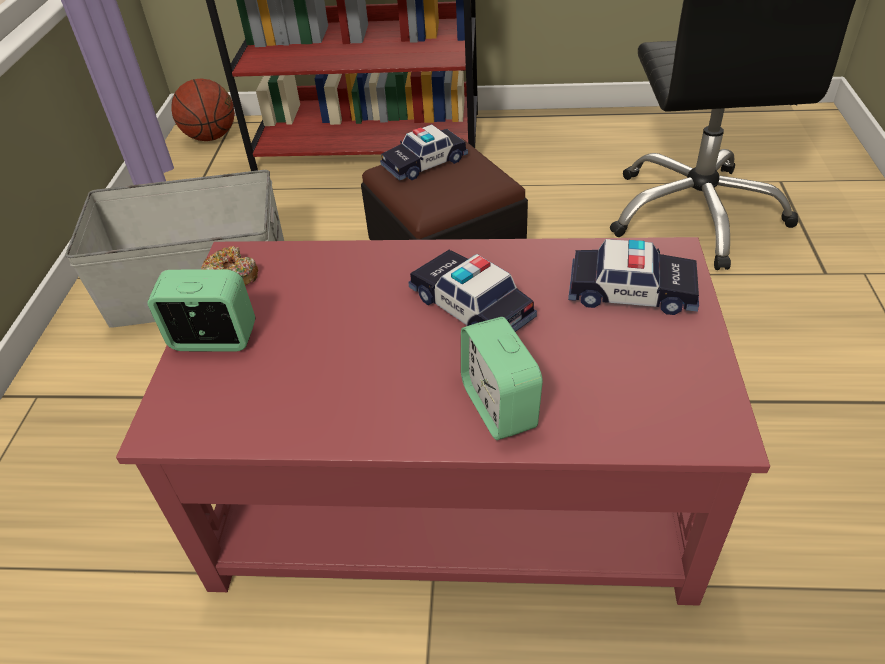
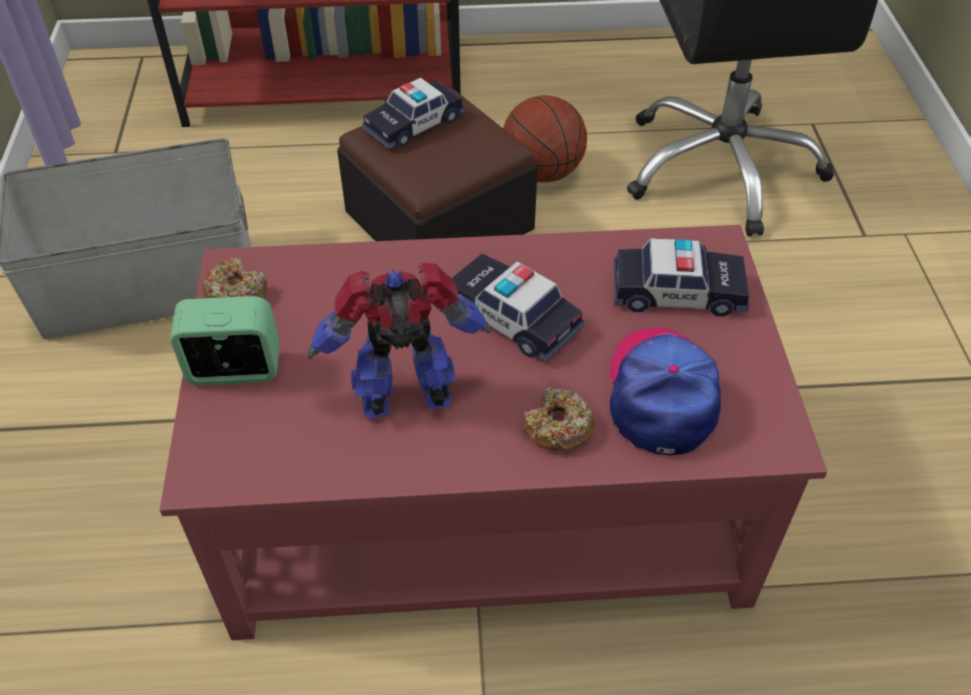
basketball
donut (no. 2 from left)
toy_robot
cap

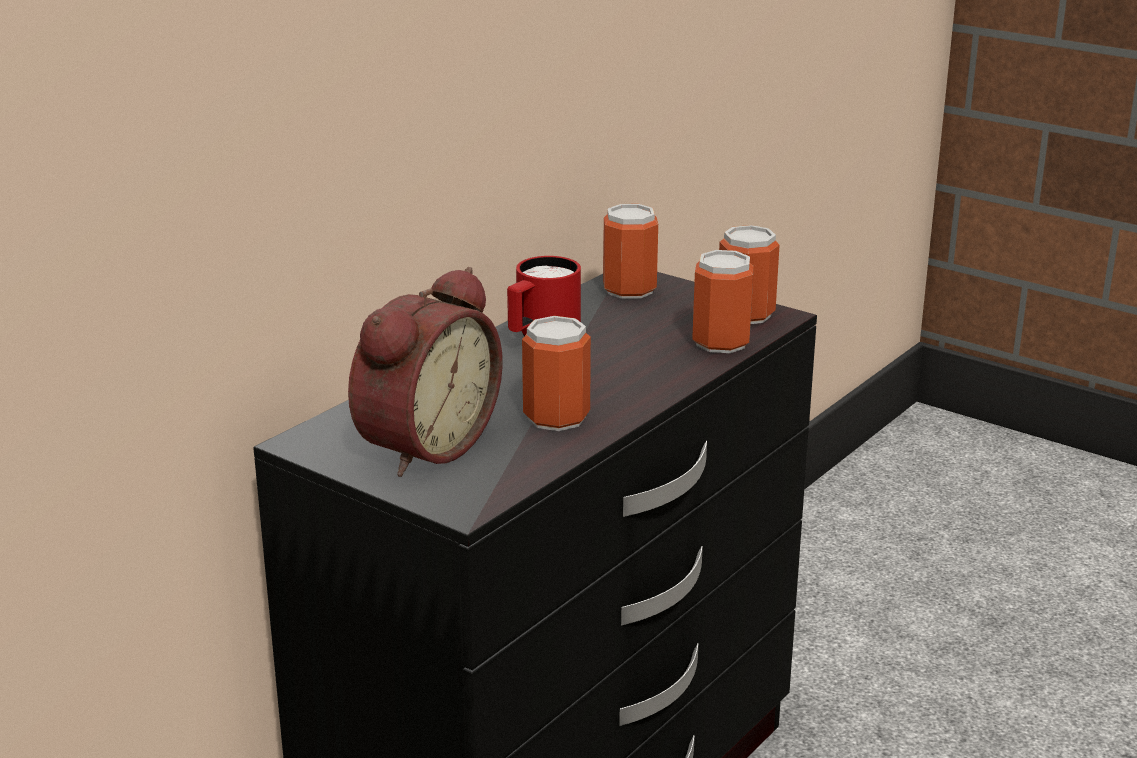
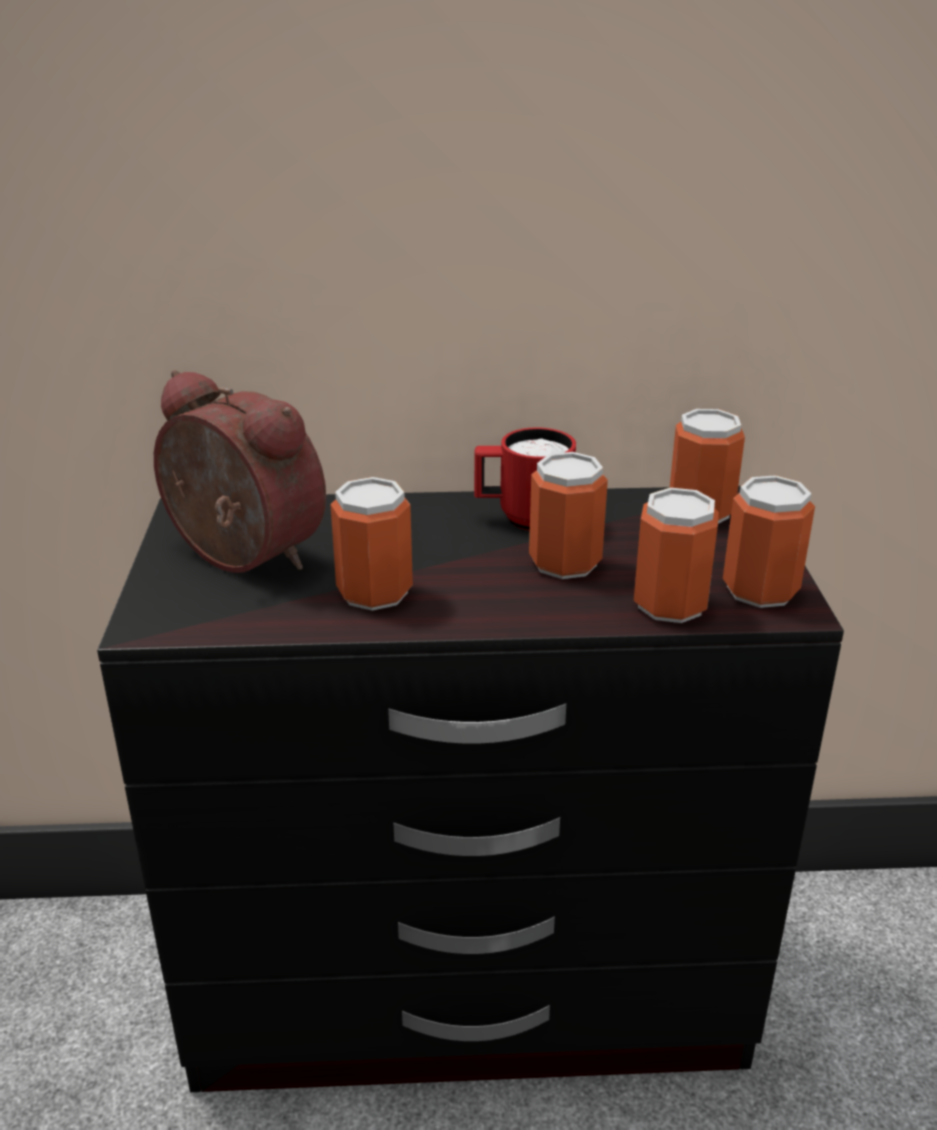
alarm_clock
can (no. 2 from left)

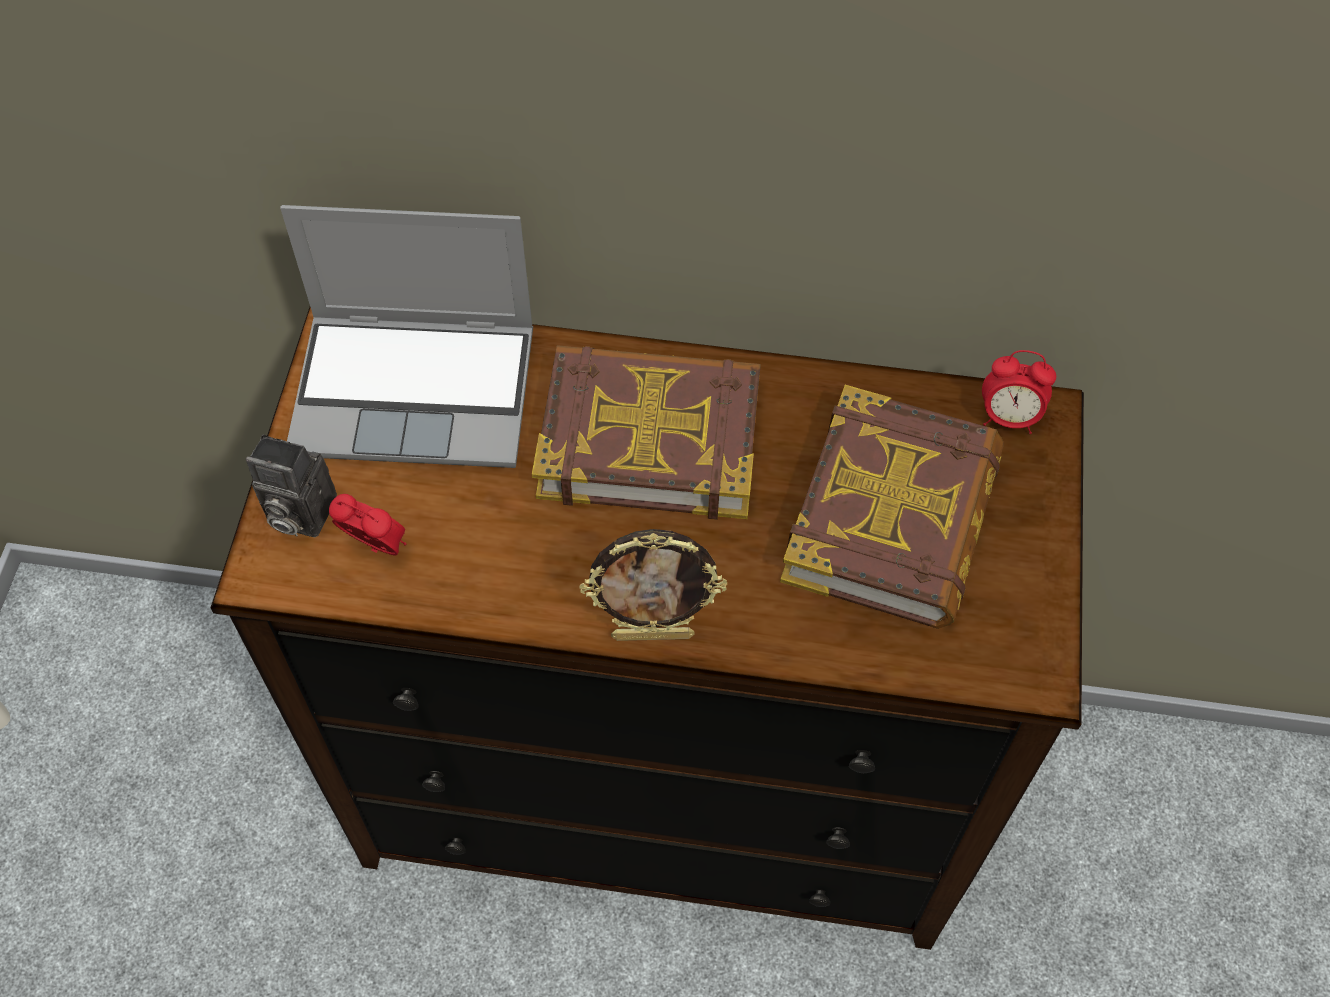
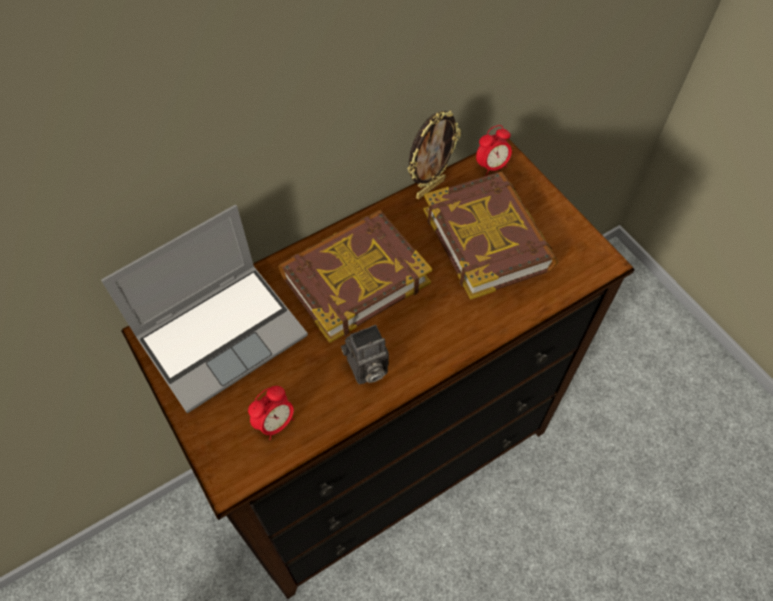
photo_camera
alarm_clock (no. 1 from left)
picture_frame

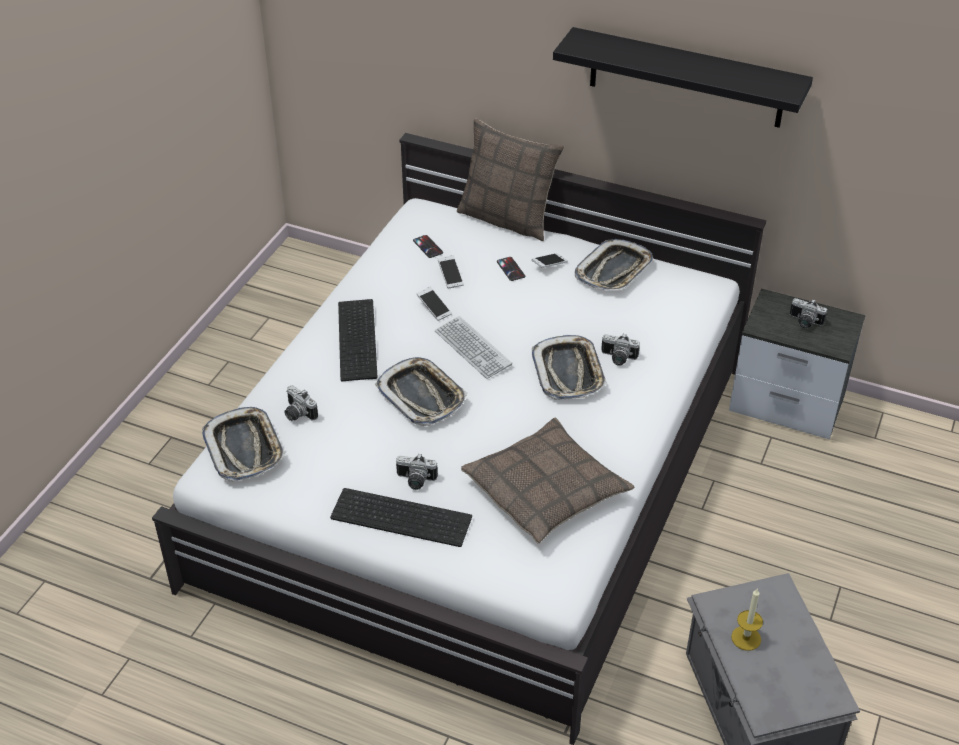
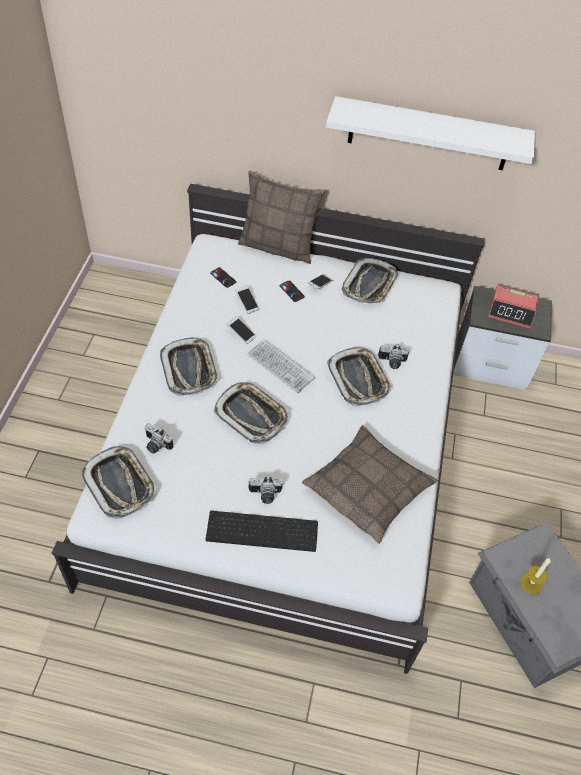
white_shelf
alarm_clock
tray (no. 2 from left)

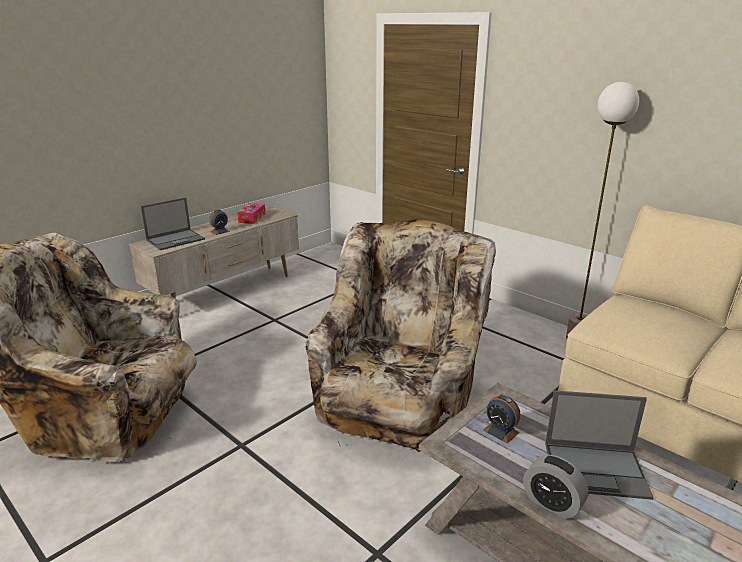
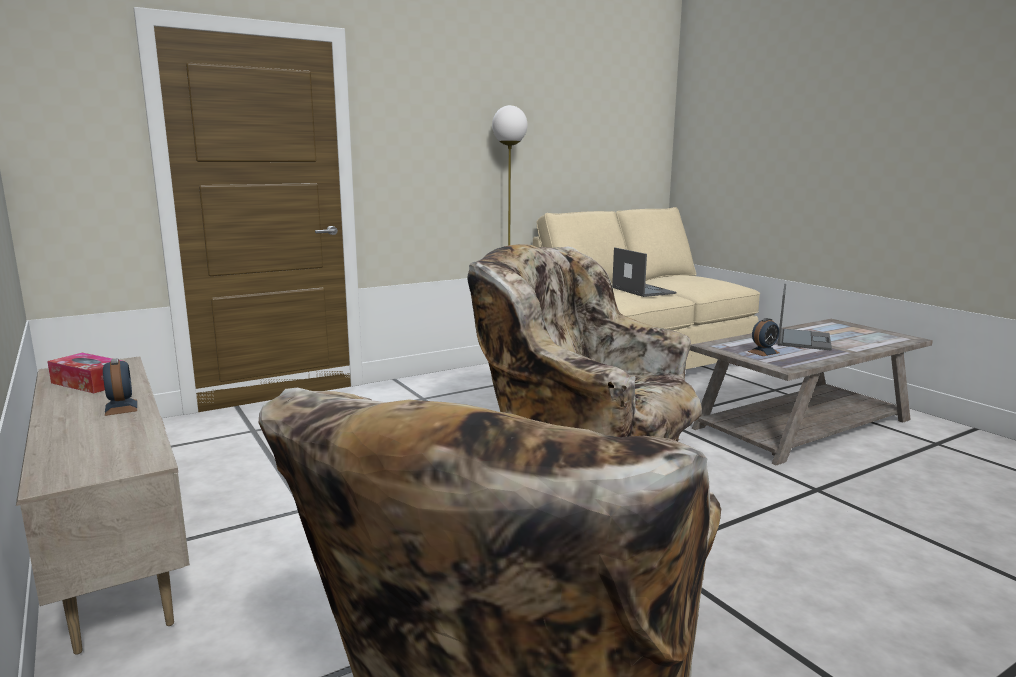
laptop (no. 1 from left)
alarm_clock (no. 3 from left in the first image)

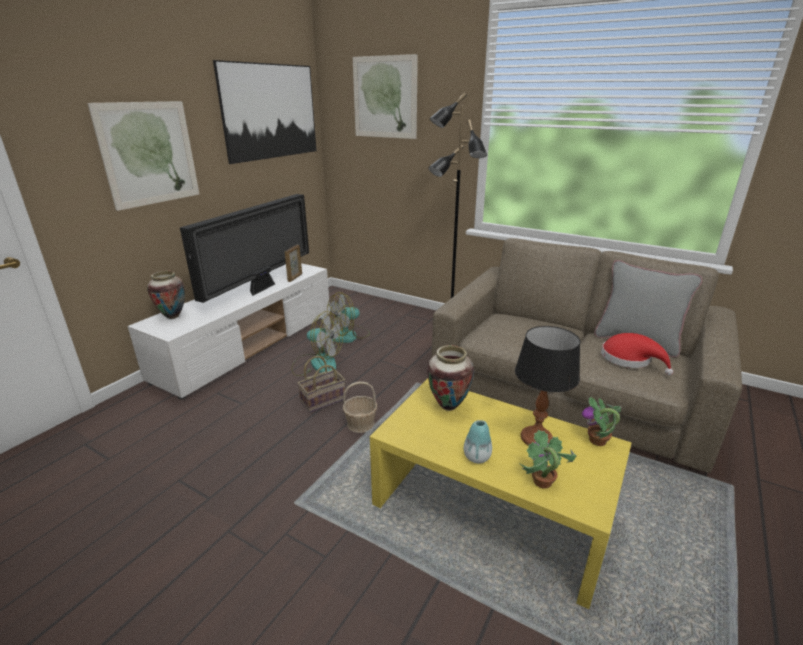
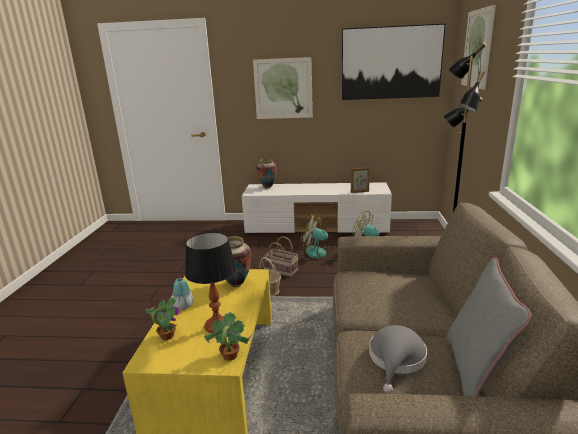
television
fan (no. 1 from left)
grey_hat

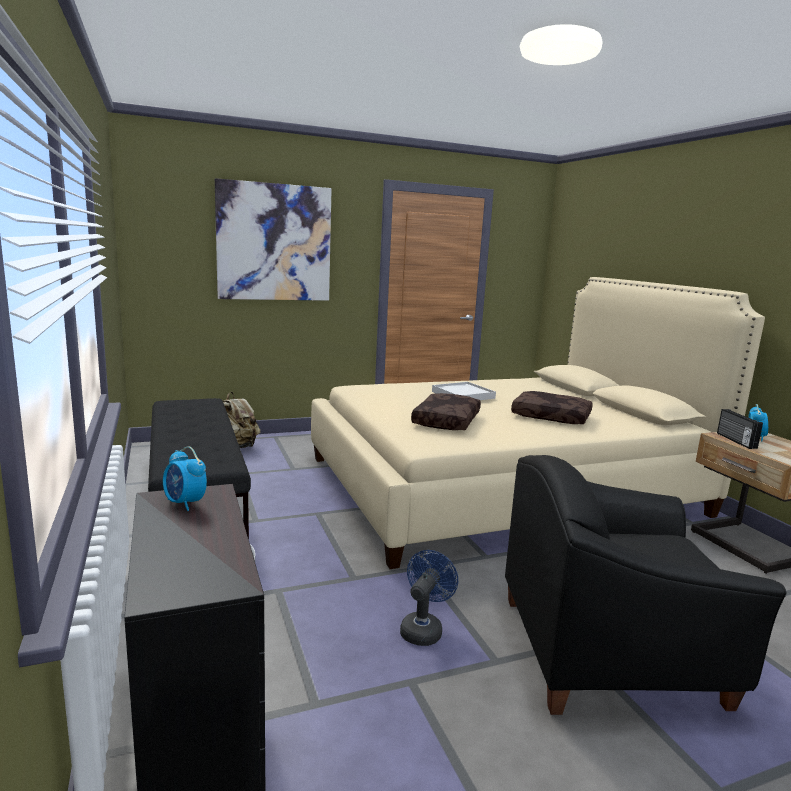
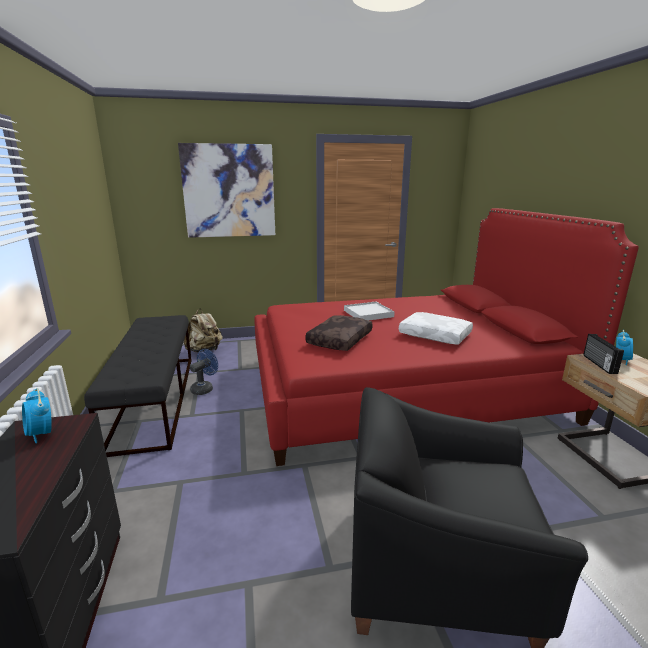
red_bed
white_pillow
blue_fan

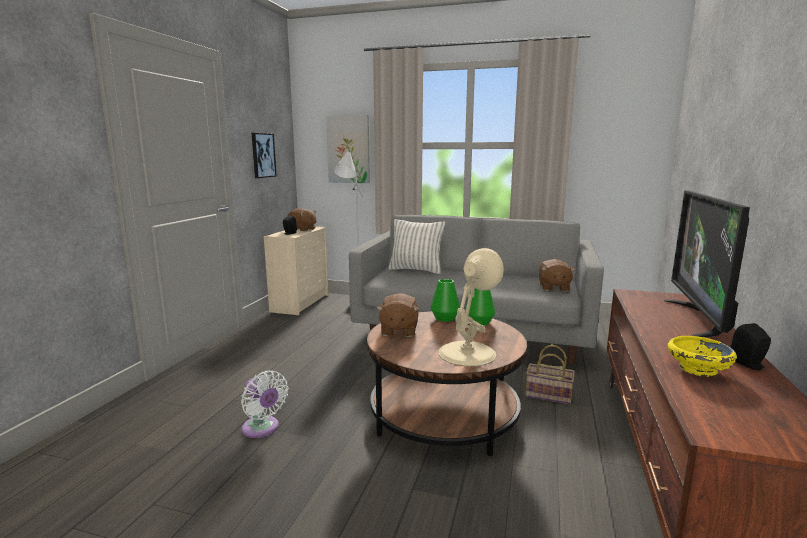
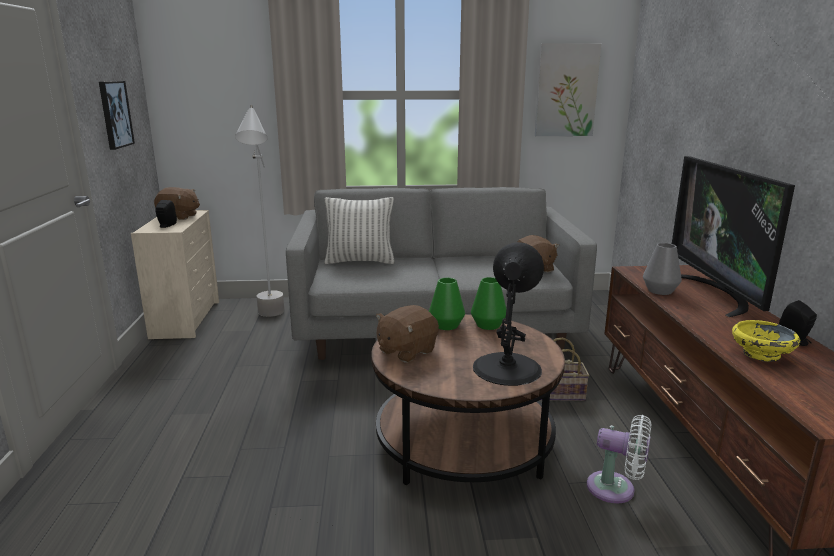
picture (no. 2 from left)
black_table_lamp
brown_plush_toy (no. 2 from left)
white_fan
grey_vase

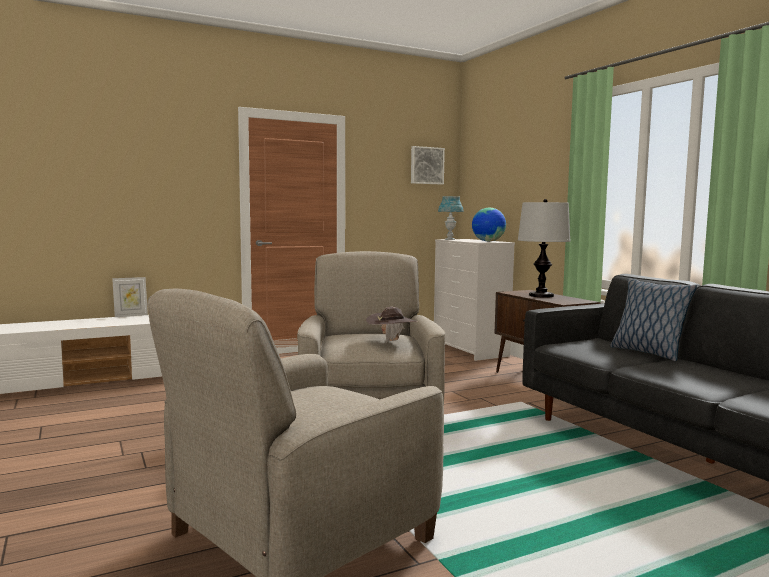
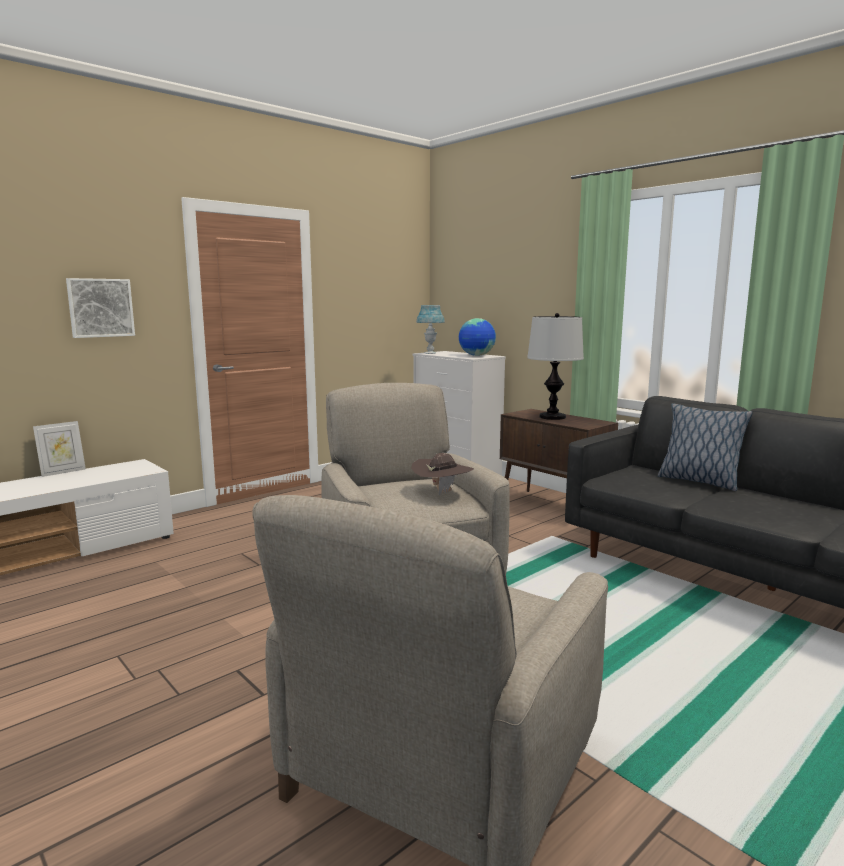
picture

